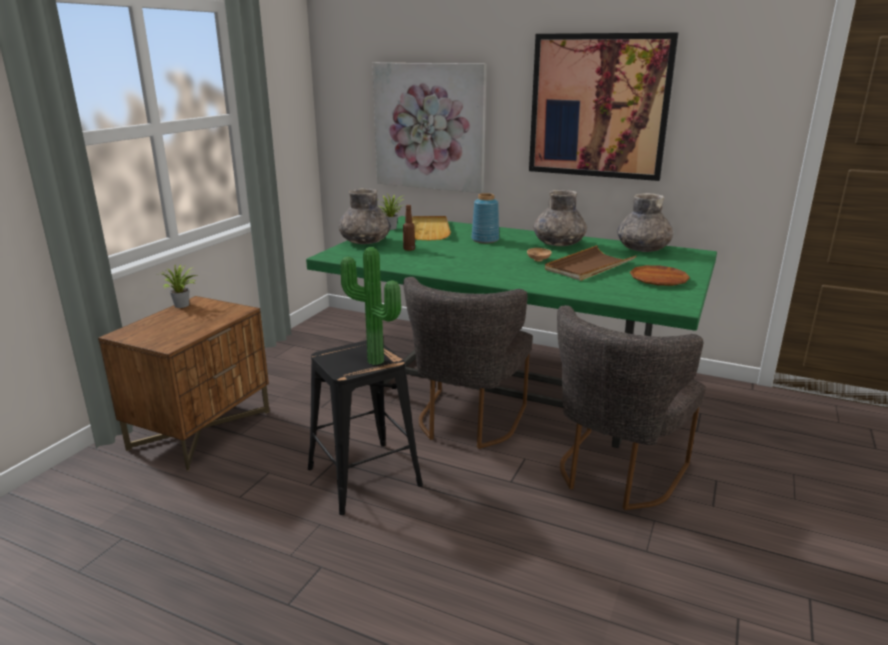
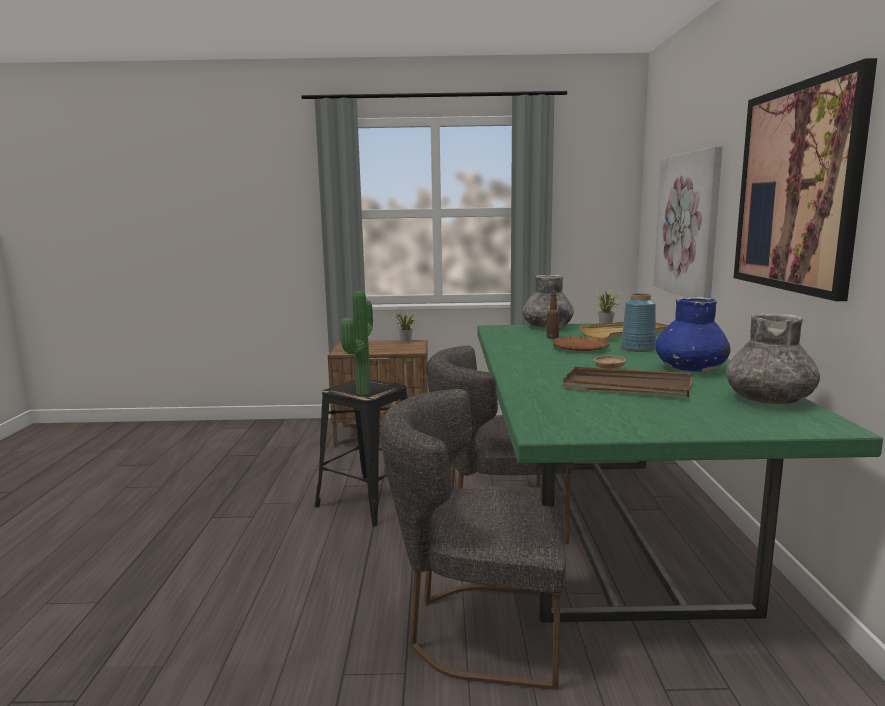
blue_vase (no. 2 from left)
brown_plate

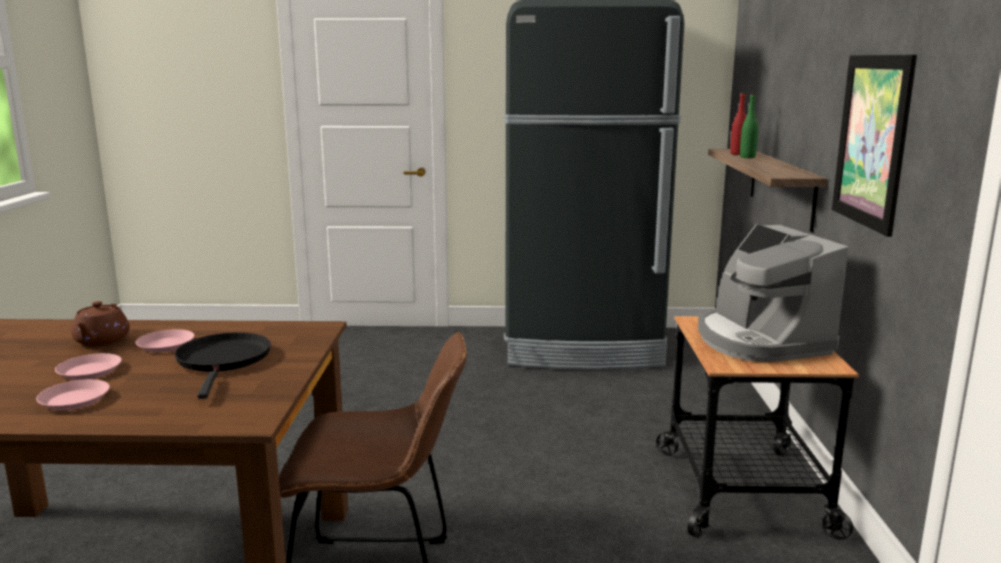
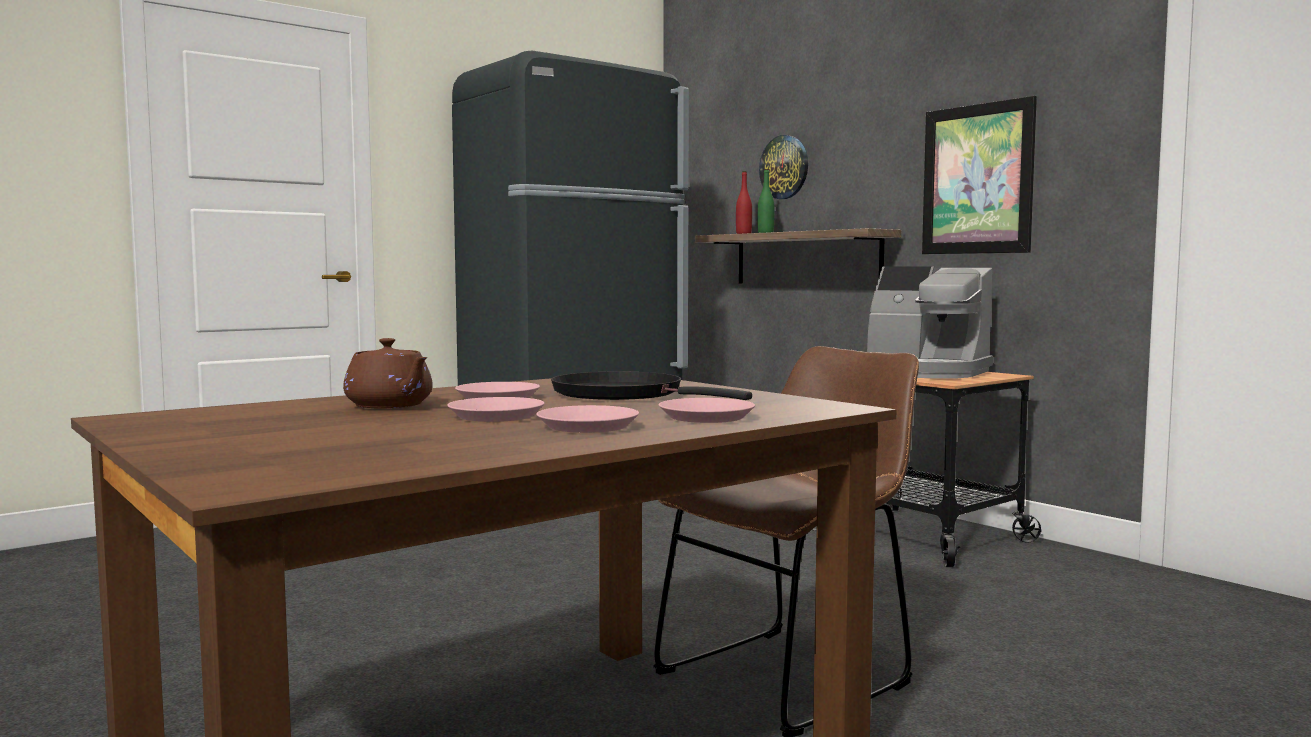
wall_clock
pink_plate (no. 4 from left)

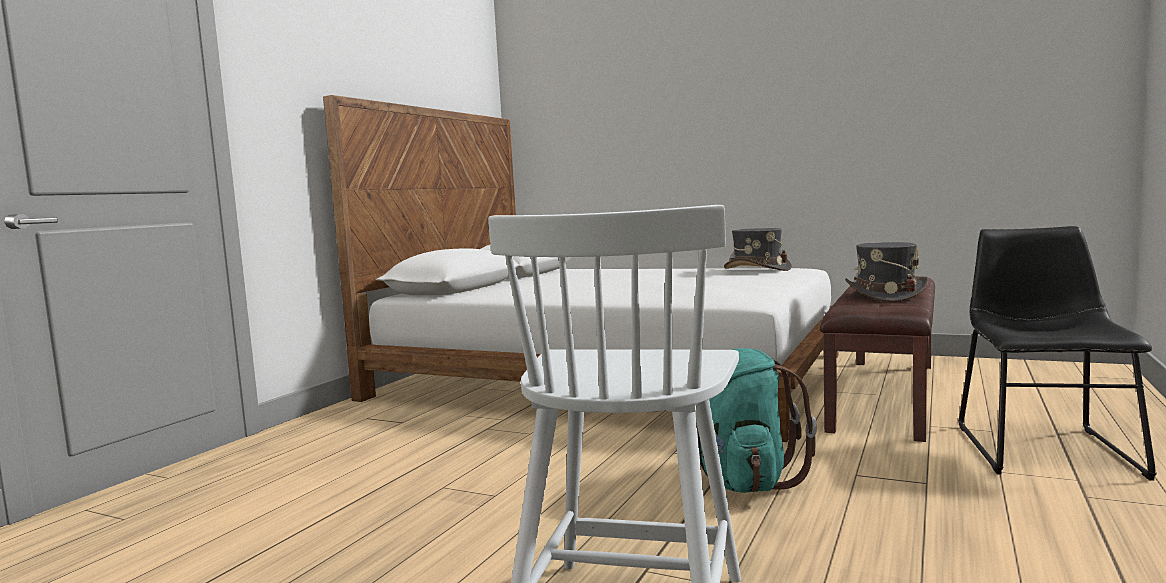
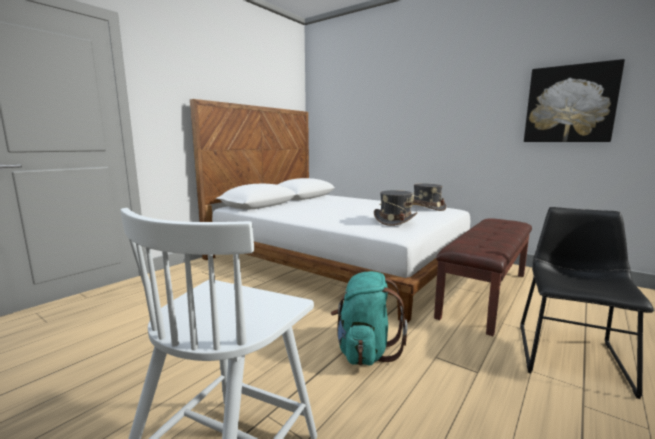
grey_hat (no. 1 from left)
picture

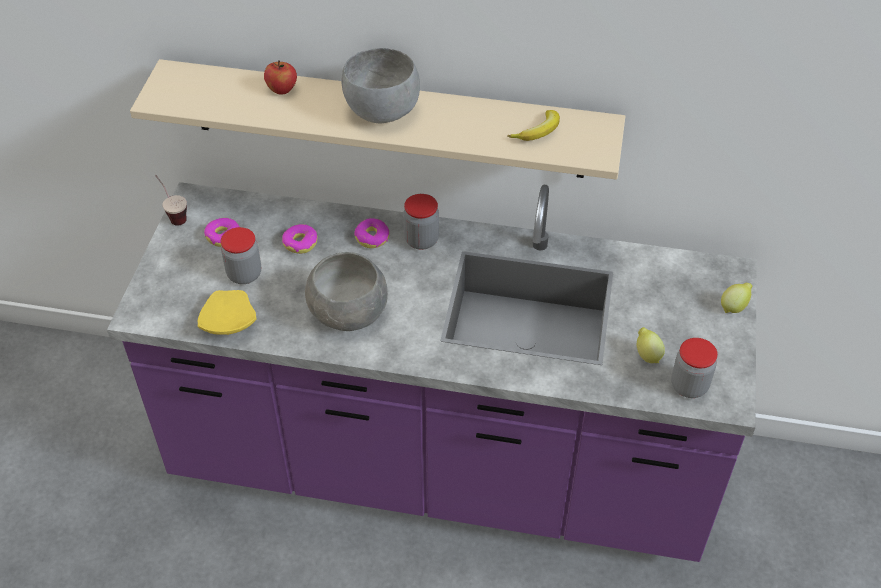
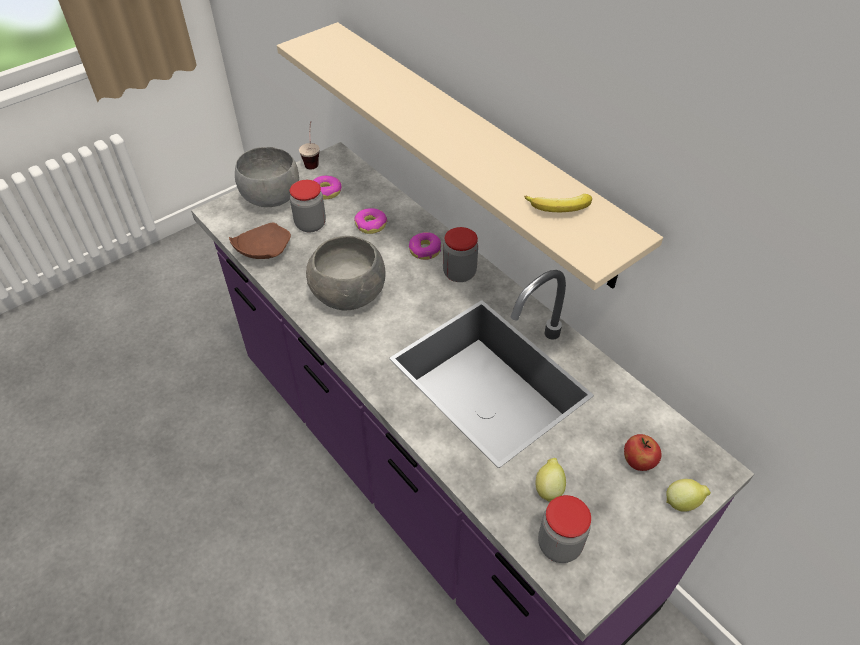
grey_bowl (no. 1 from left)
apple
brown_plate

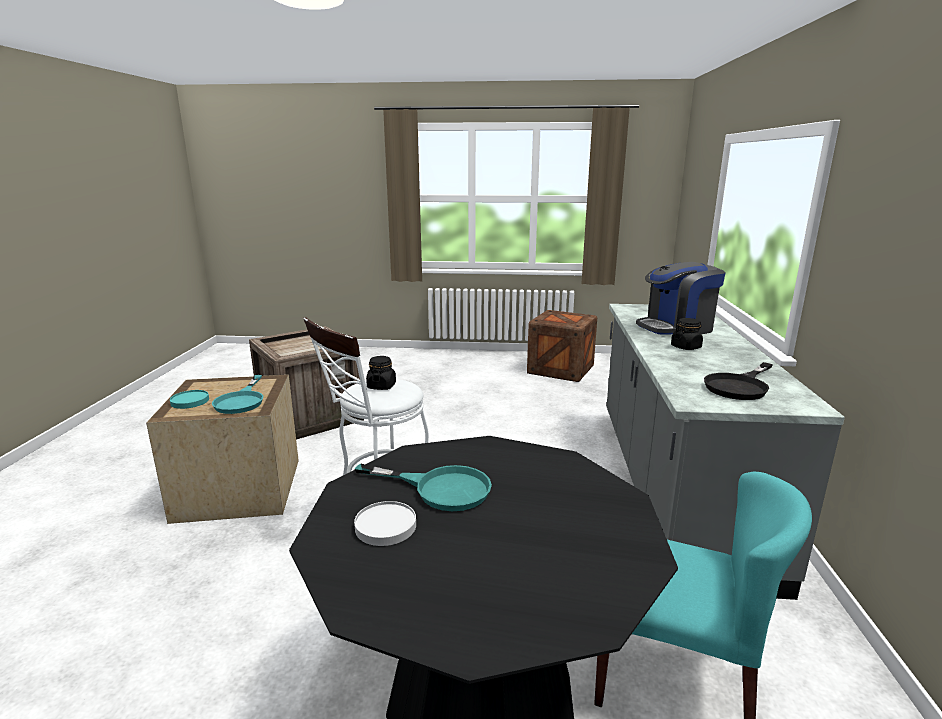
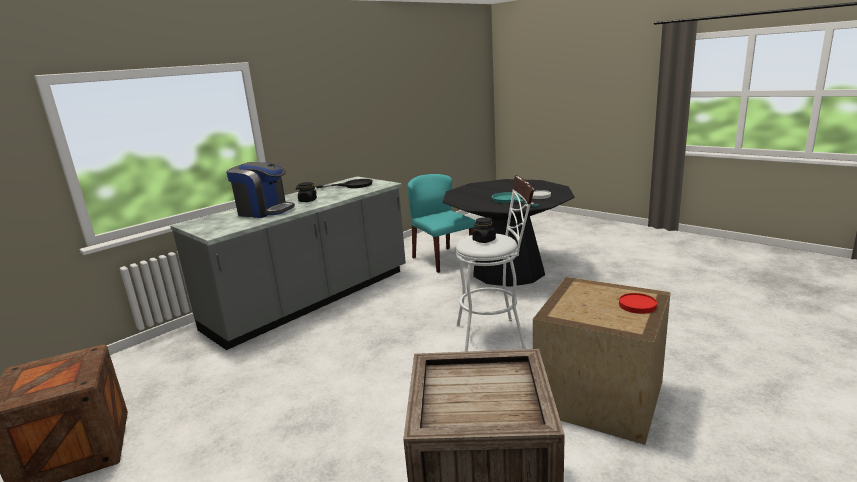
turquoise_frying_pan (no. 1 from left in the first image)
red_plate

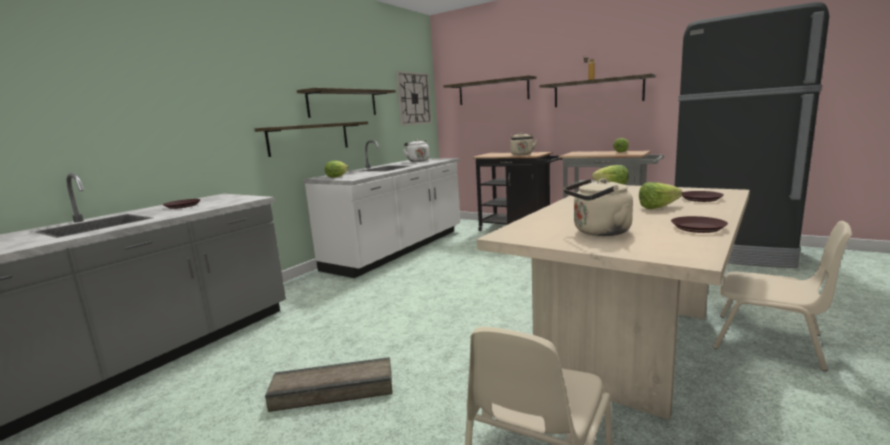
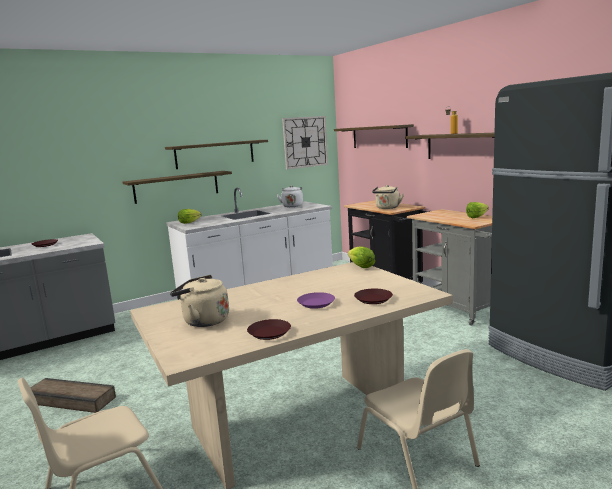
purple_plate

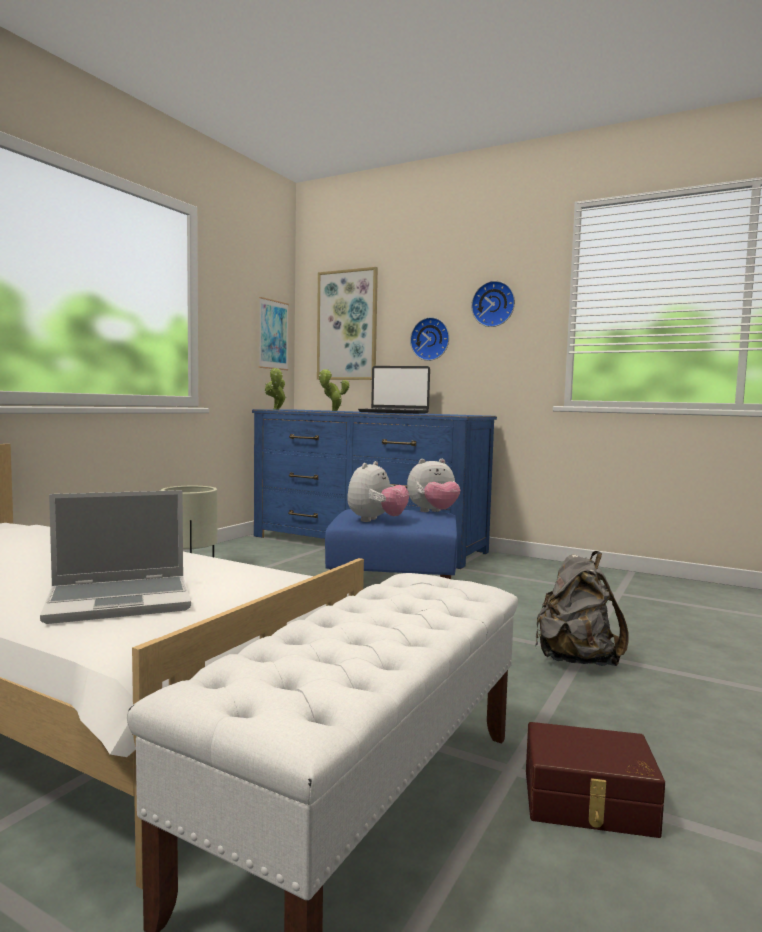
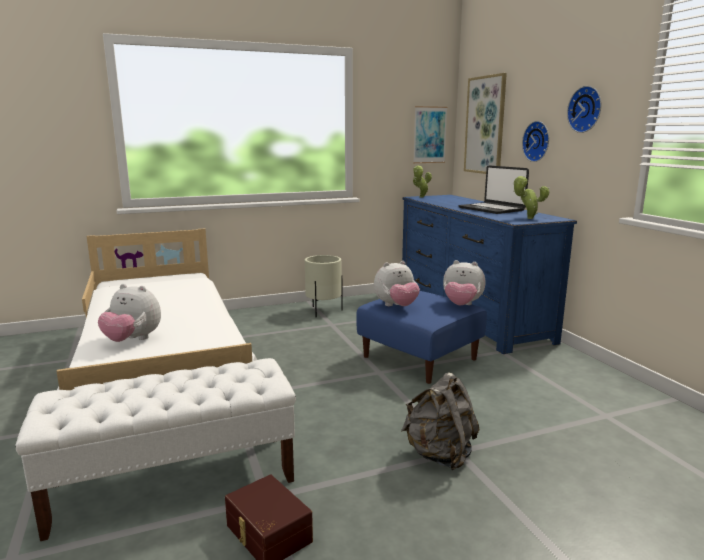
potted_plant (no. 2 from left)
plush_toy (no. 1 from left)

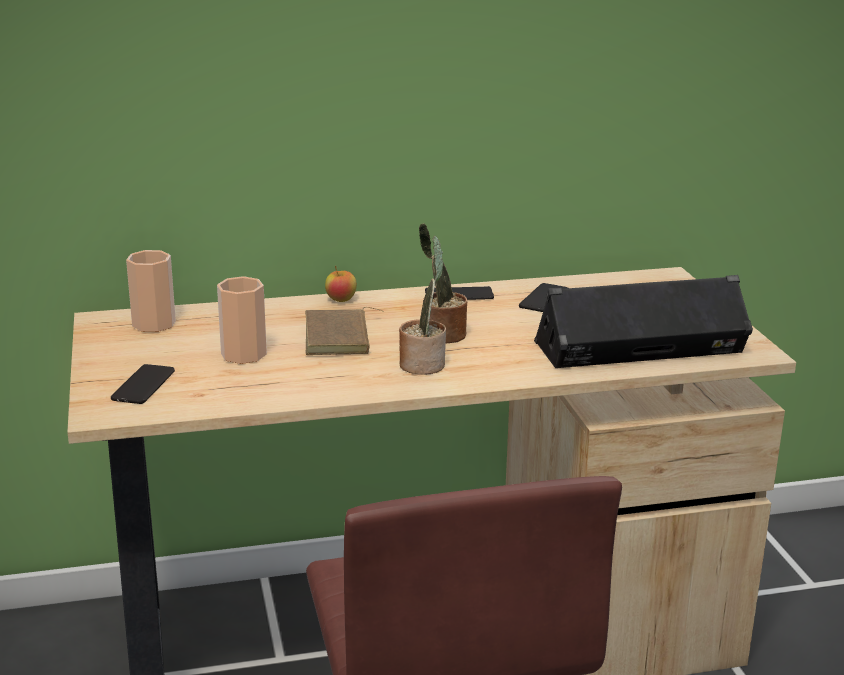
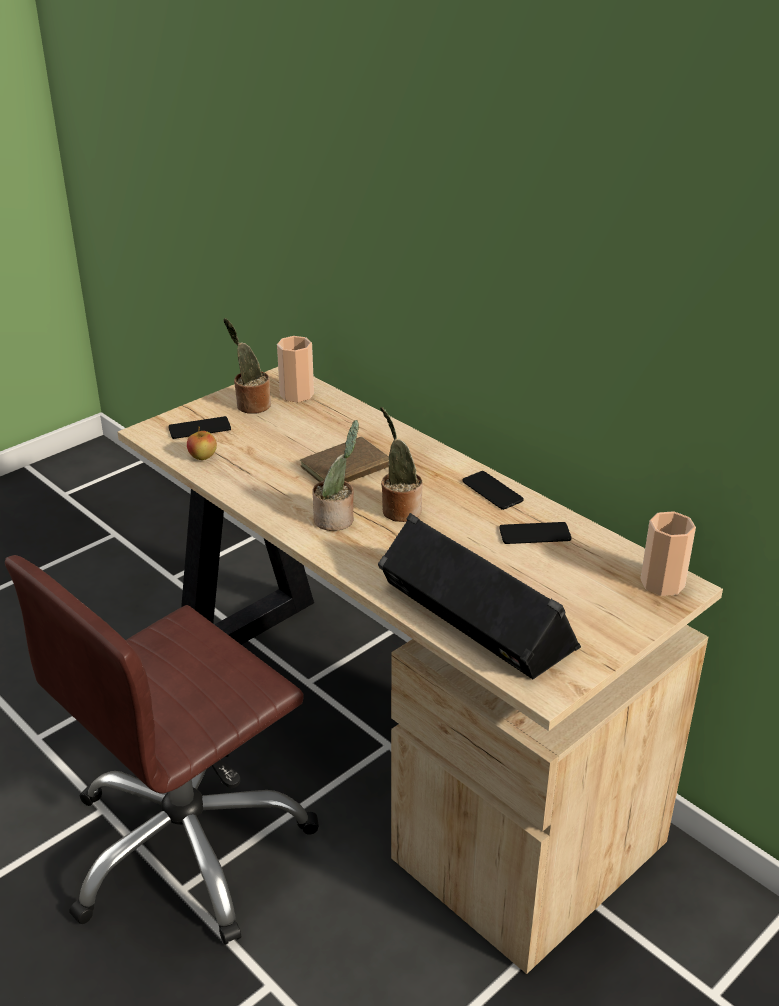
apple
cup (no. 2 from left)
potted_plant (no. 1 from left)

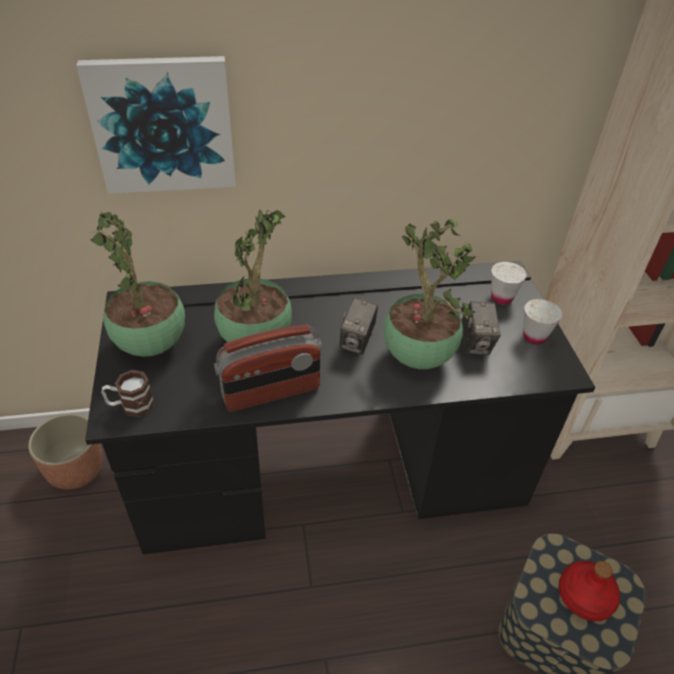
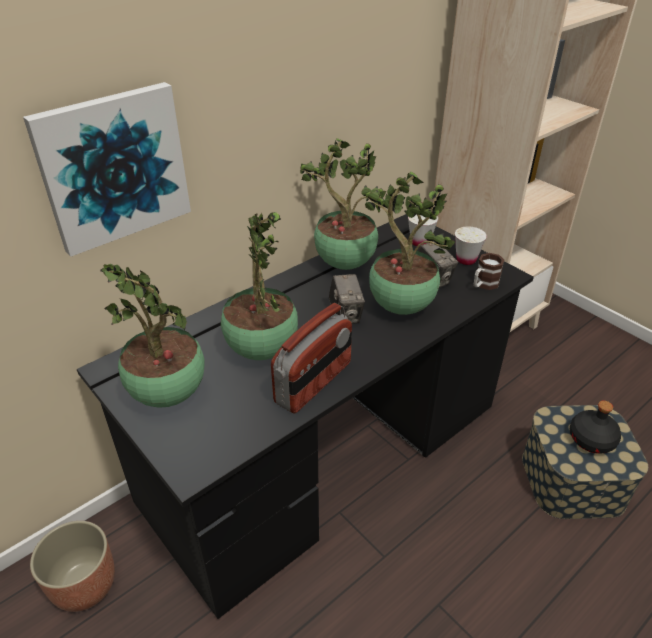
mug
black_bottle
potted_plant (no. 3 from left)

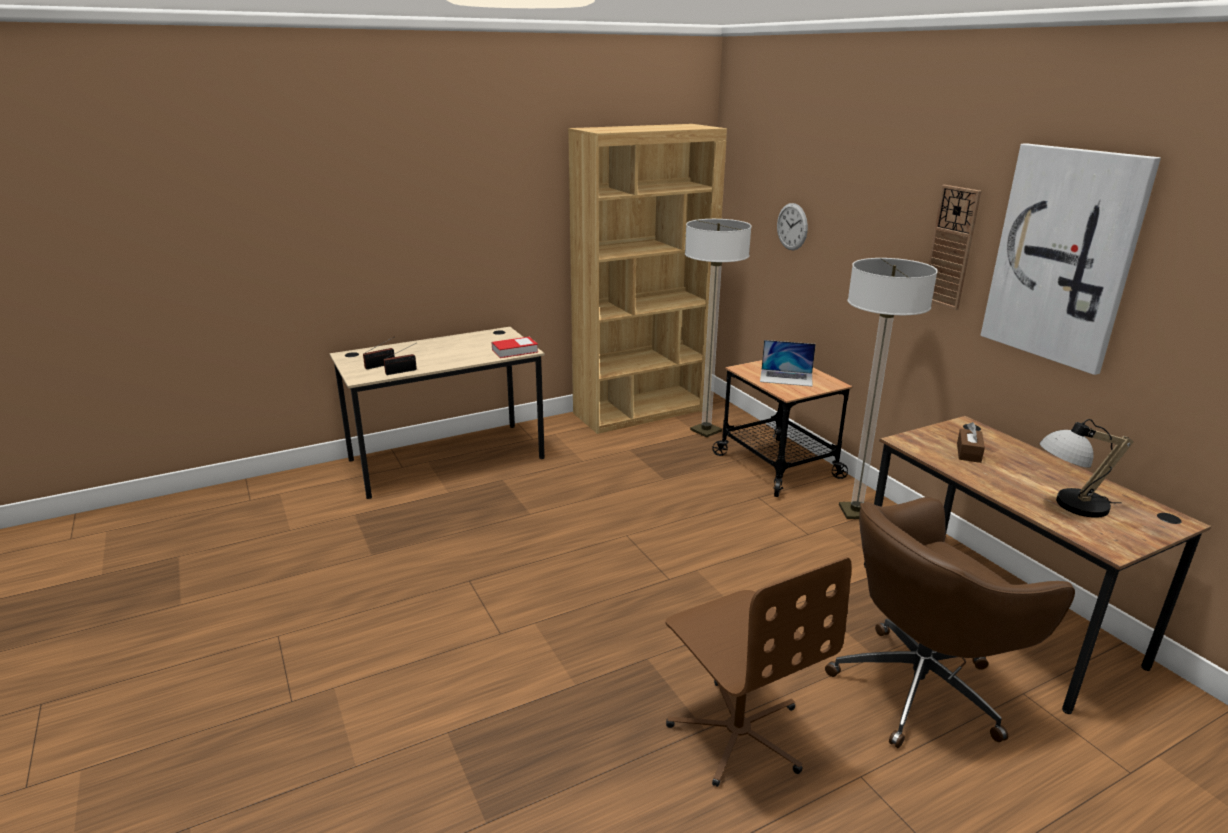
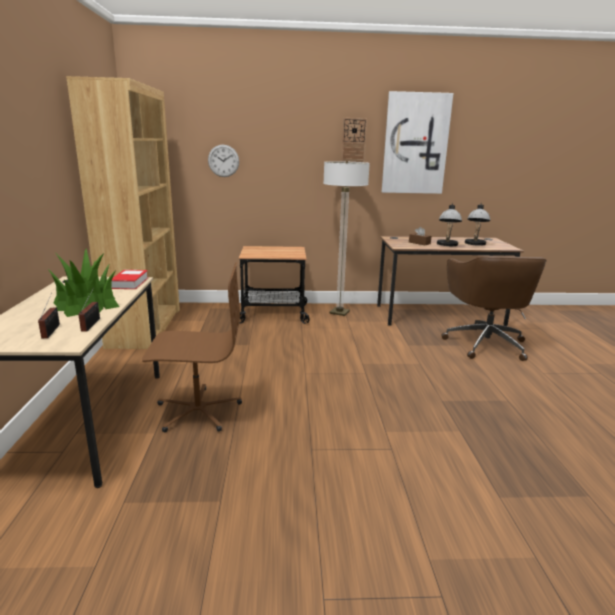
floor_lamp (no. 1 from left in the first image)
laptop
brown_office_chair (no. 1 from left)
table_lamp (no. 1 from left)
potted_plant

